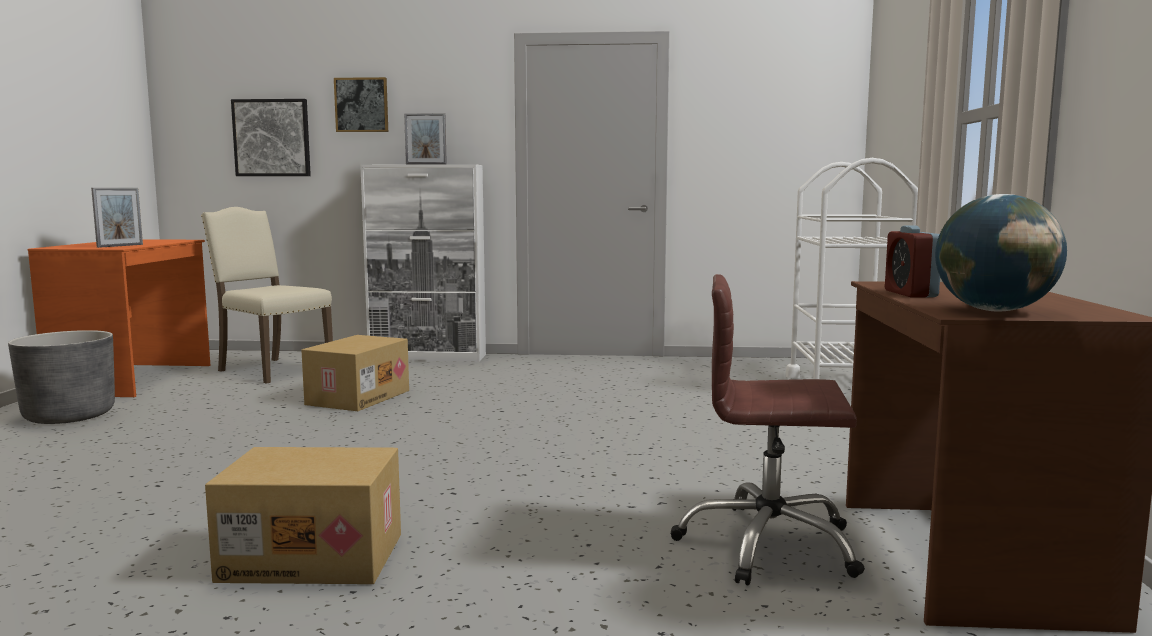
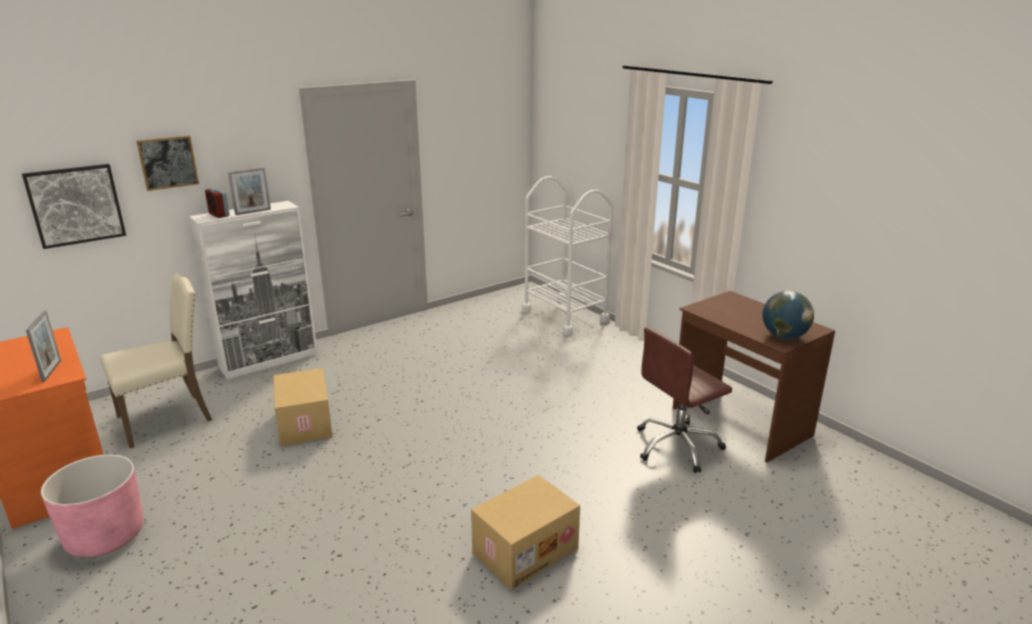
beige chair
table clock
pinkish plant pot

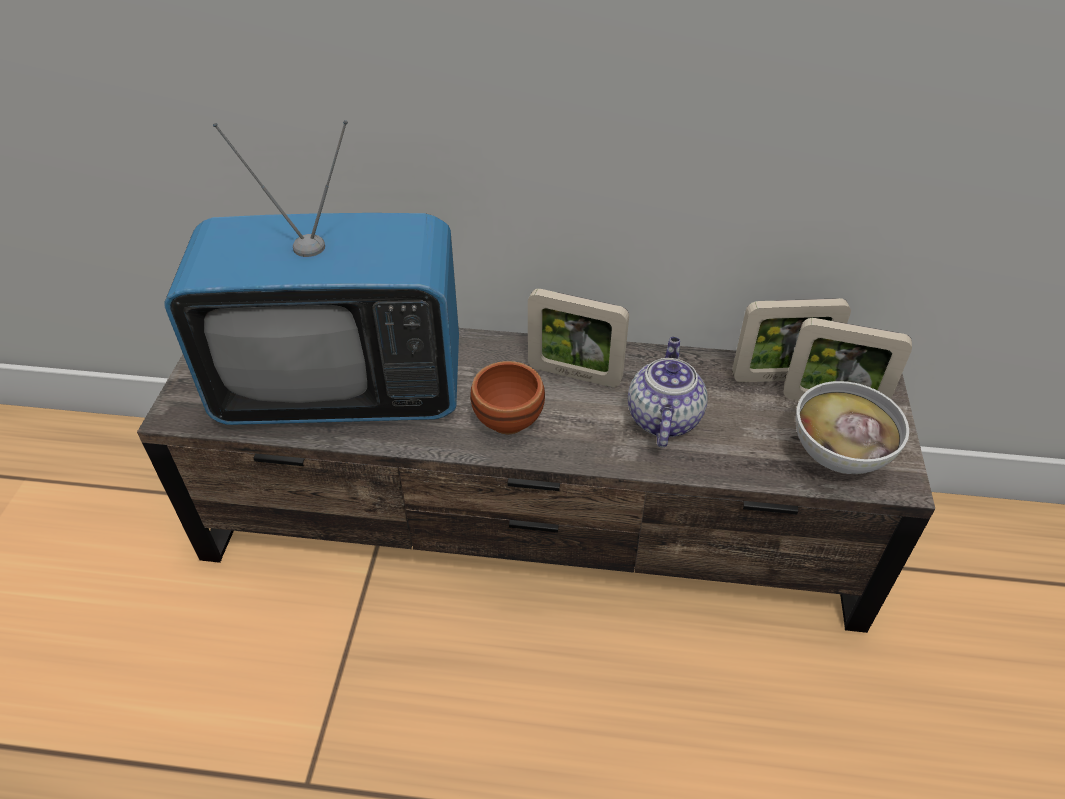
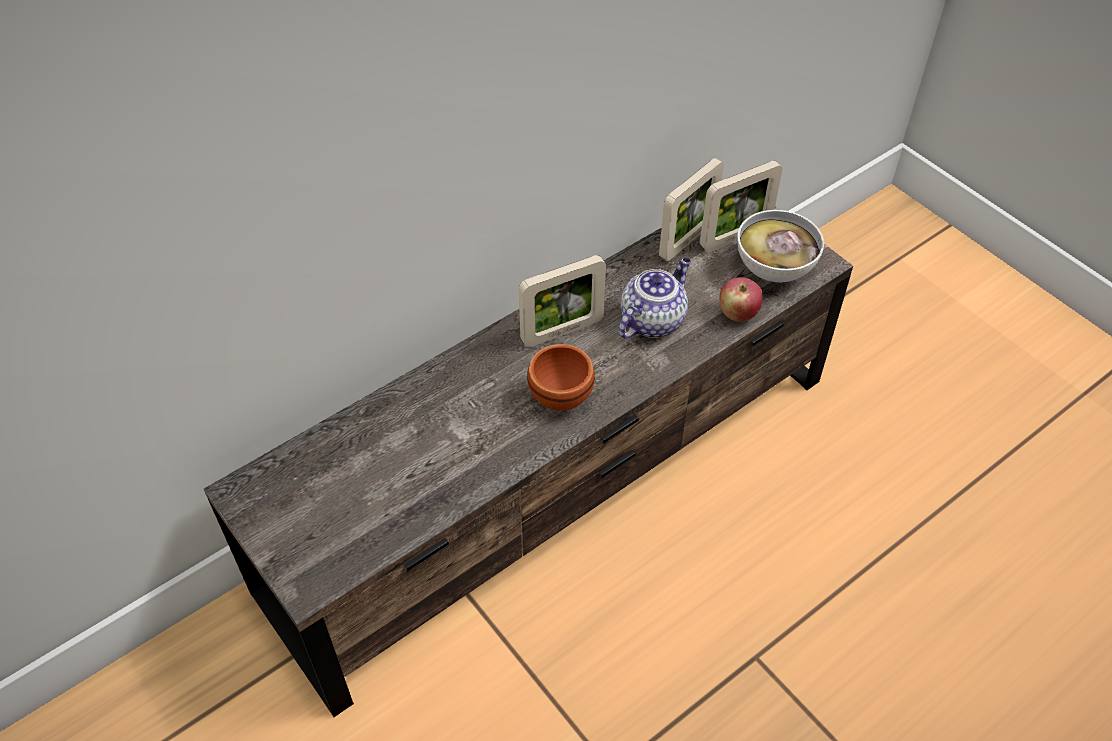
TV set
pot for tea
whole apple

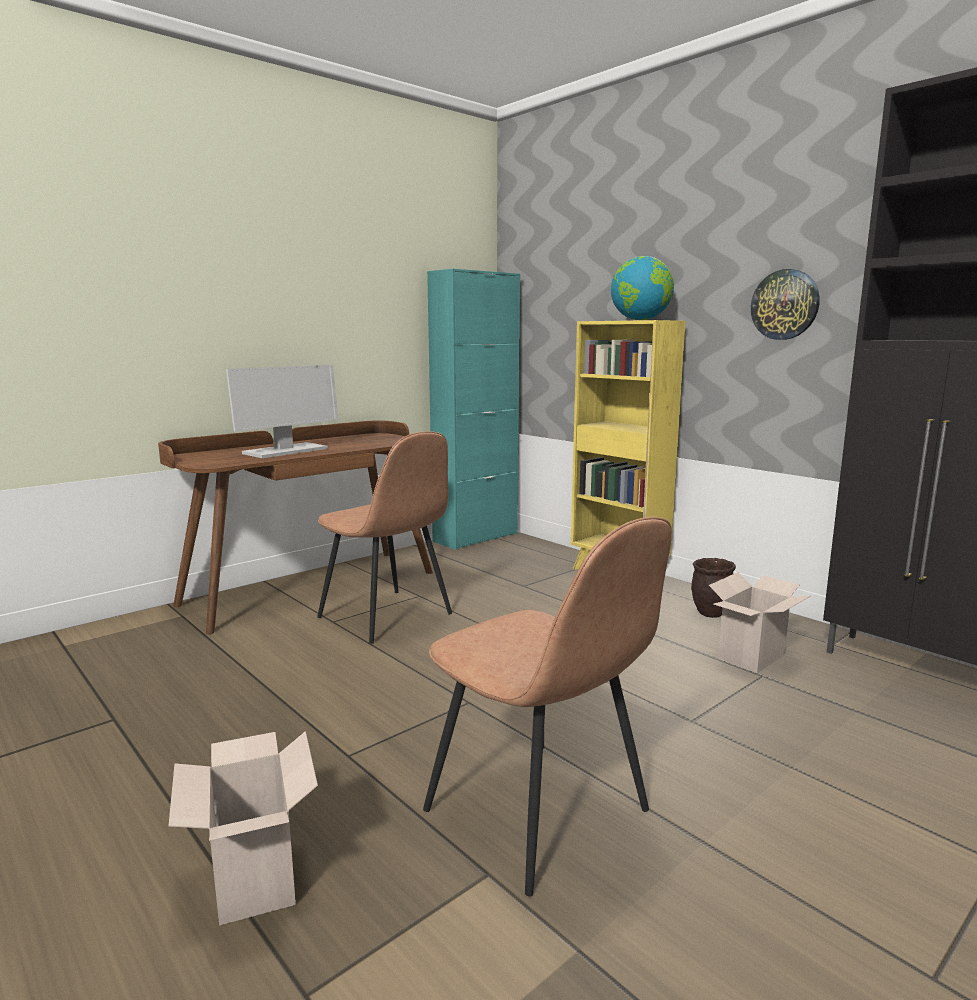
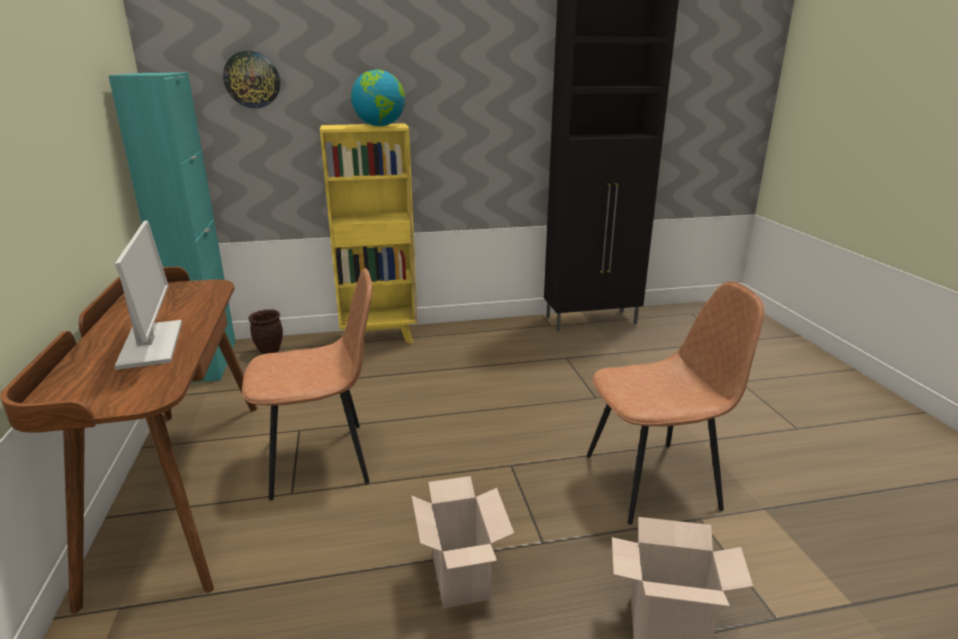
wall clock
brownish plant pot
cardboard box (1st from left)

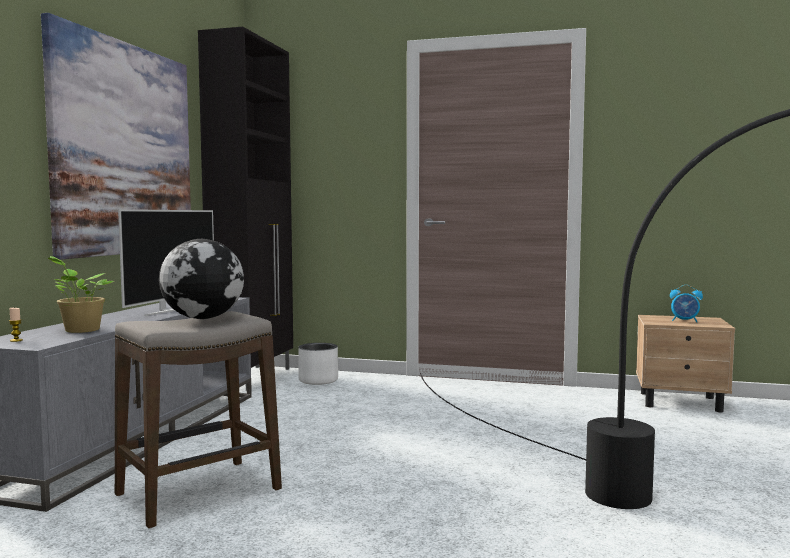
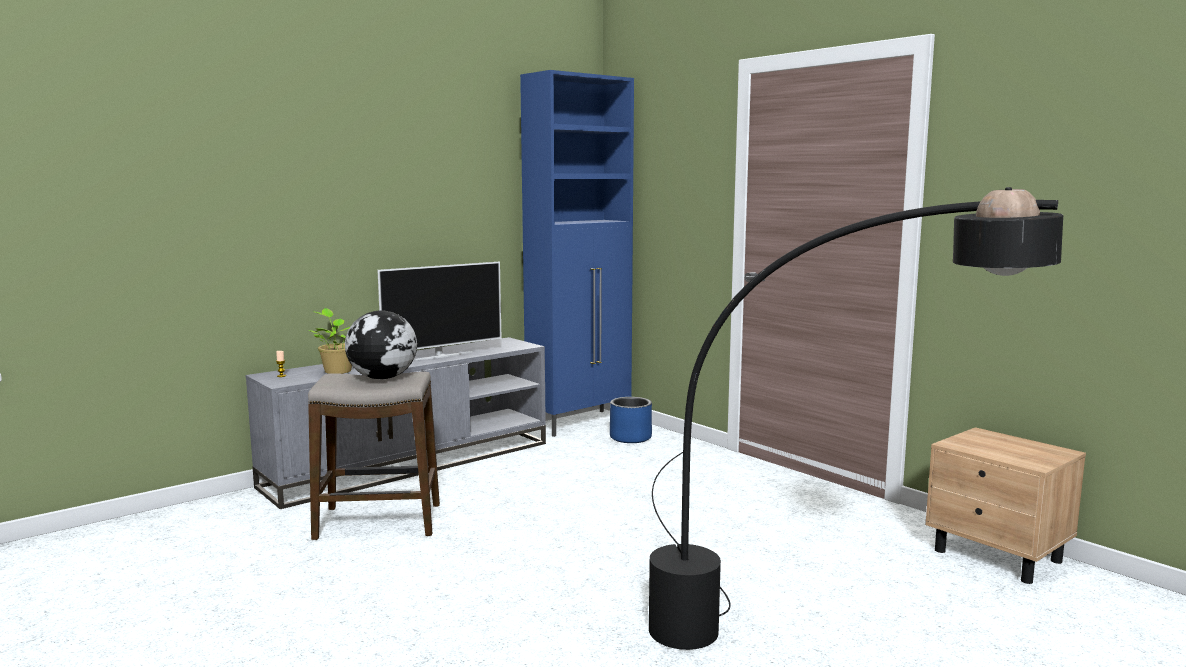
wall art
blue cupboard
table clock
blue plant pot

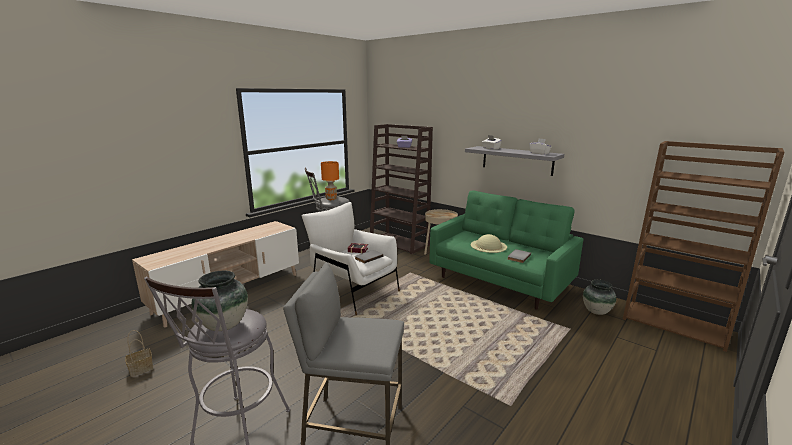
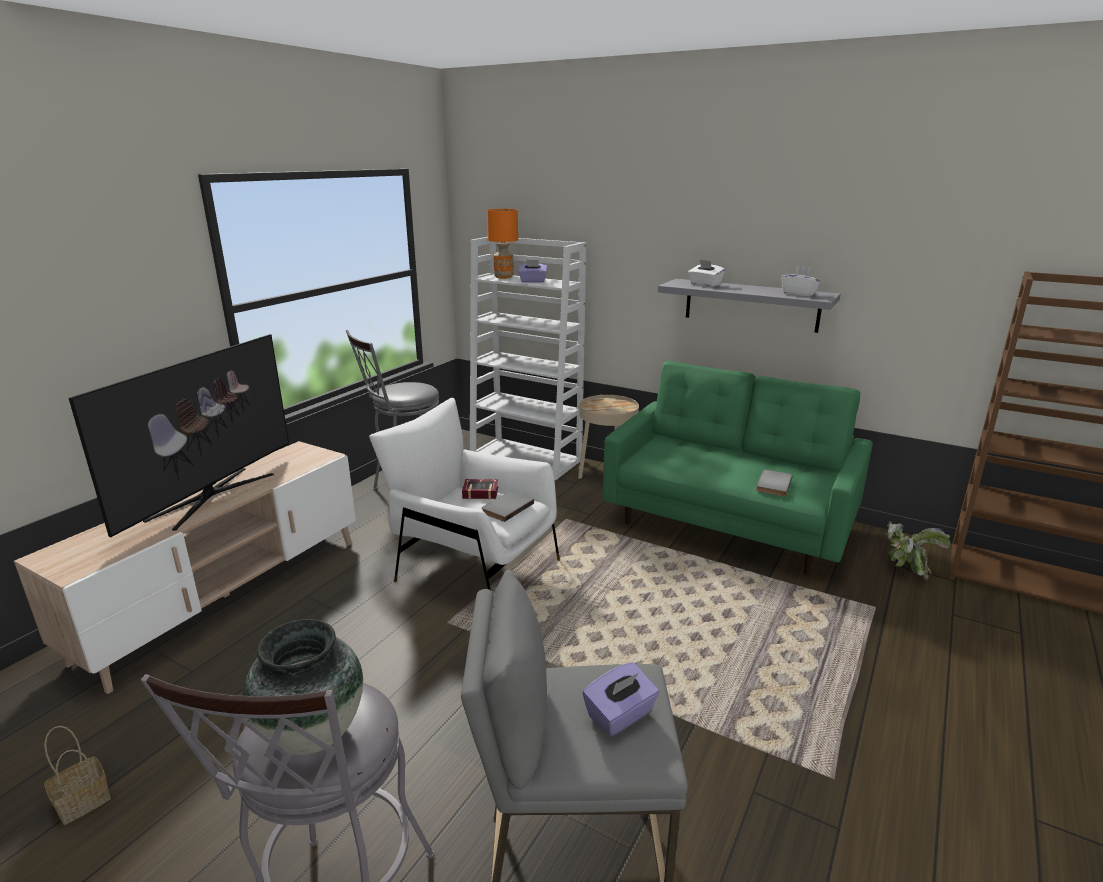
white-coloured bookcase
orange lamp for a table
beige hat
houseplant
TV set
purple box of tissues (2nd from left)

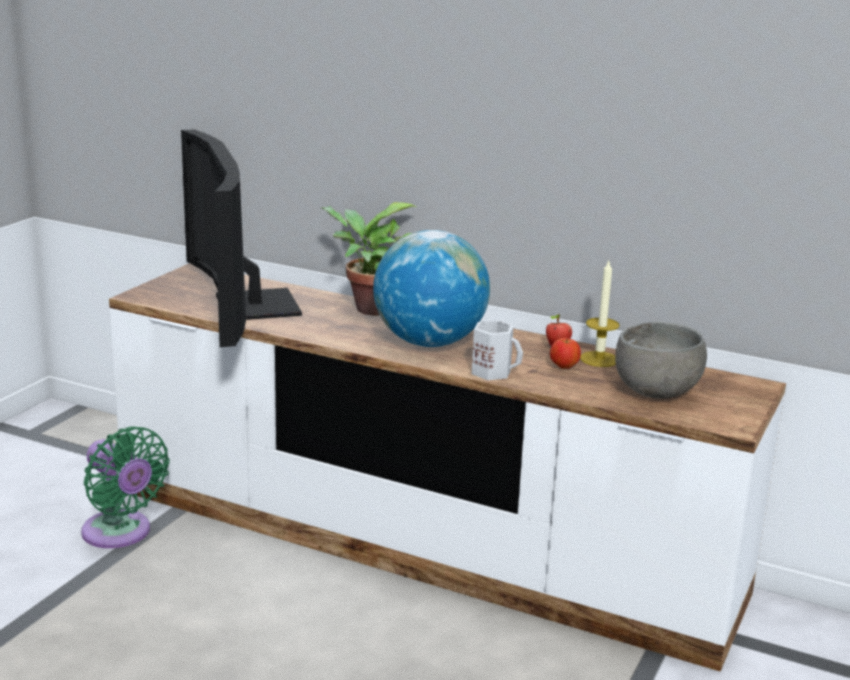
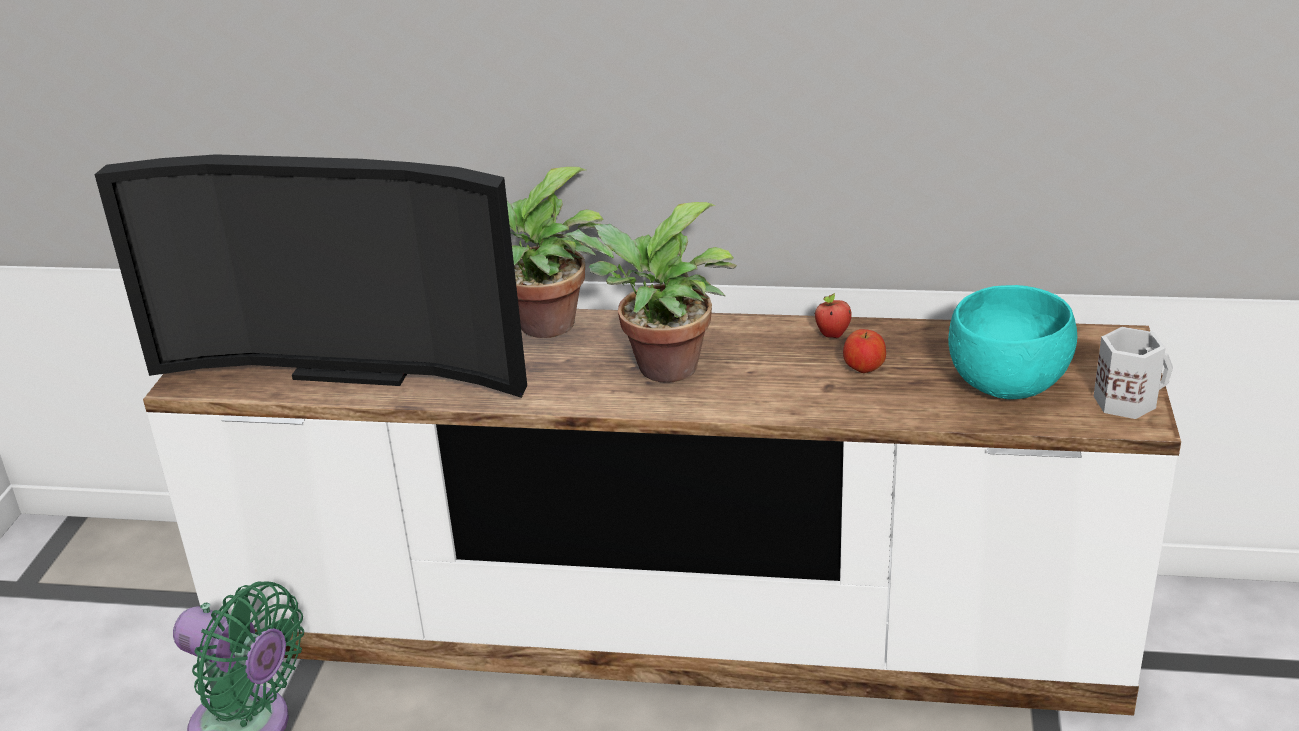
TV set
houseplant (2nd from left)
wax light
white-coloured mug
turquoise-coloured serving bowl

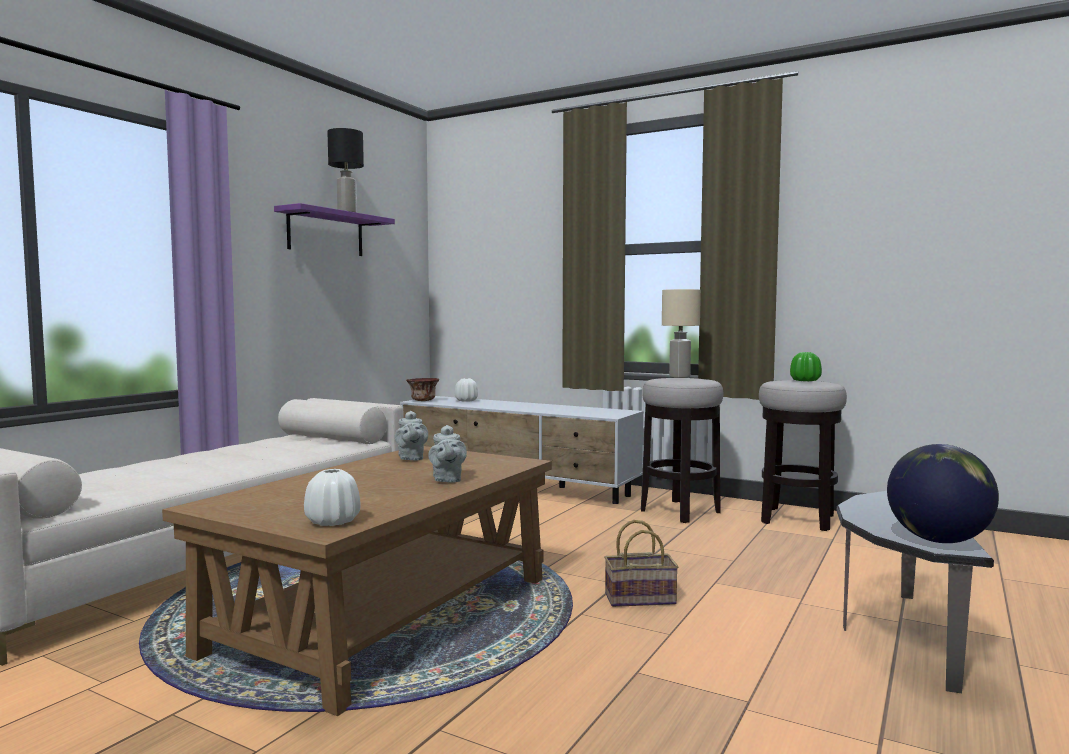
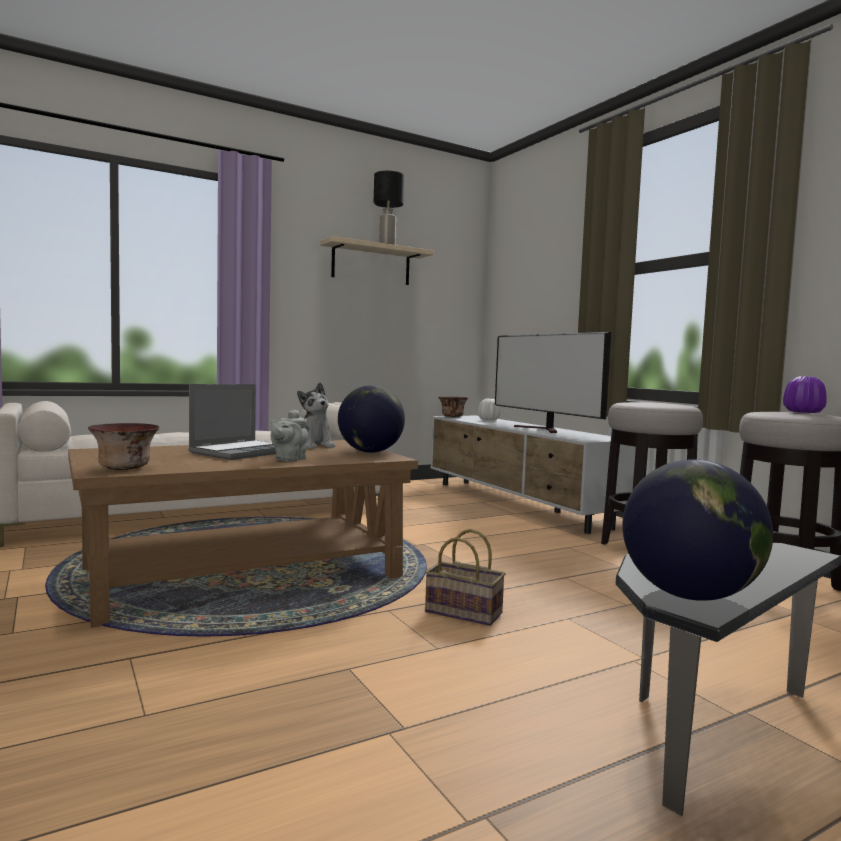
beige bracket shelf
beige lamp for a table
purple flower vase
plush toy
serving bowl (1st from left)
TV set
notebook computer
world globe (1st from left)

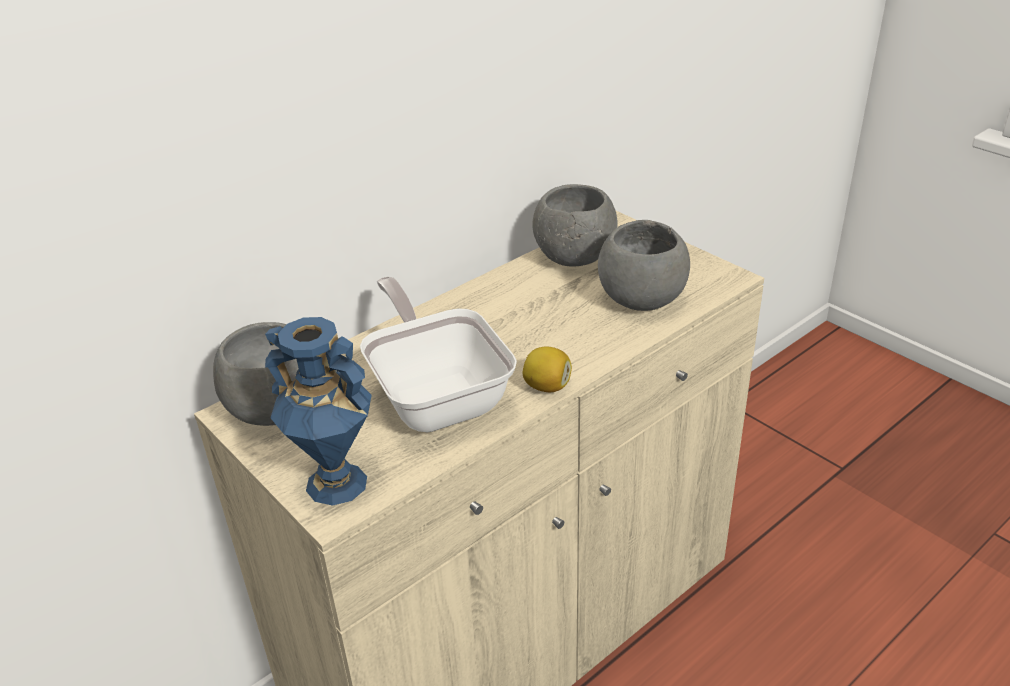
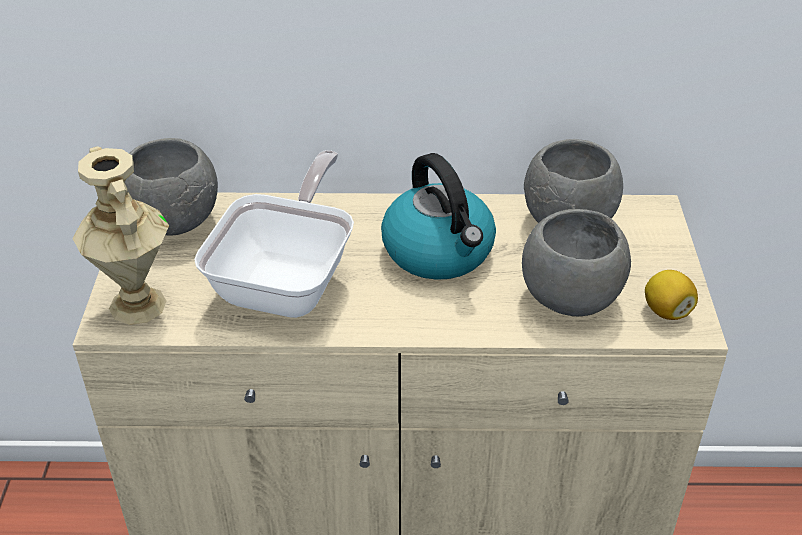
beige flower vase
whole lemon
tea kettle

